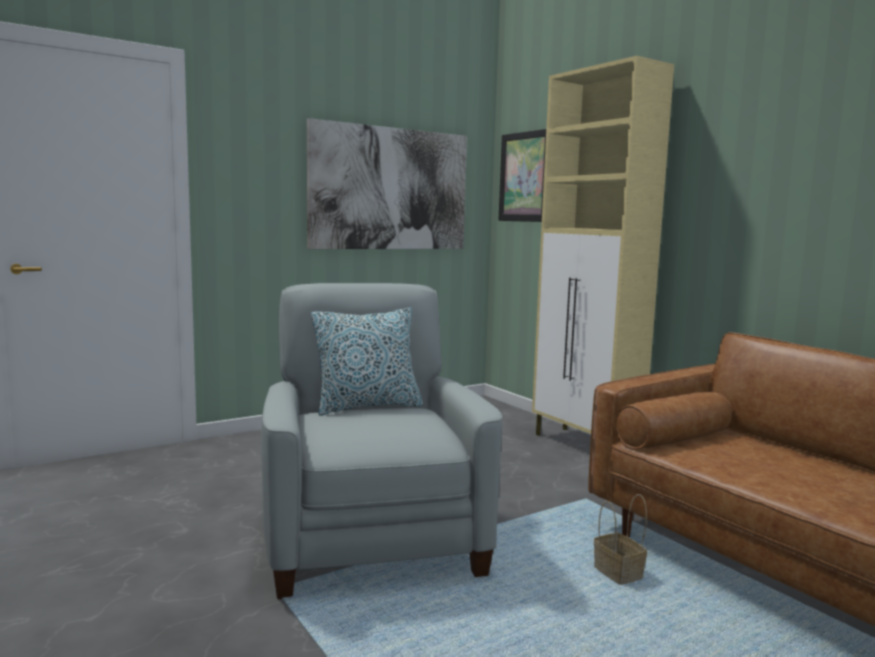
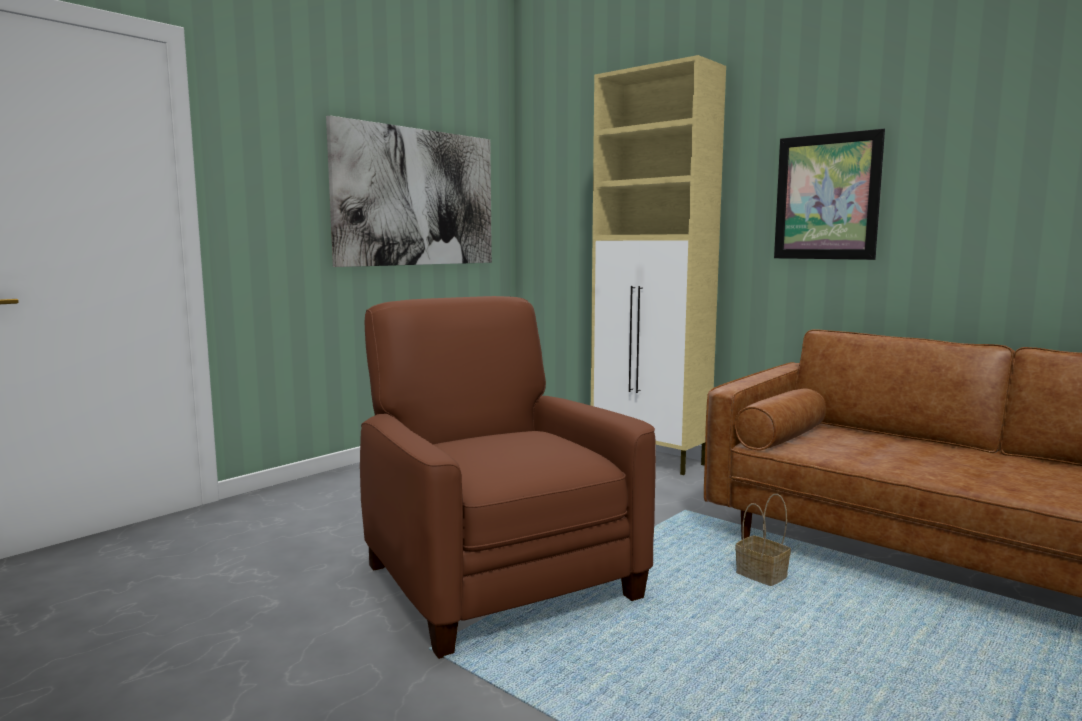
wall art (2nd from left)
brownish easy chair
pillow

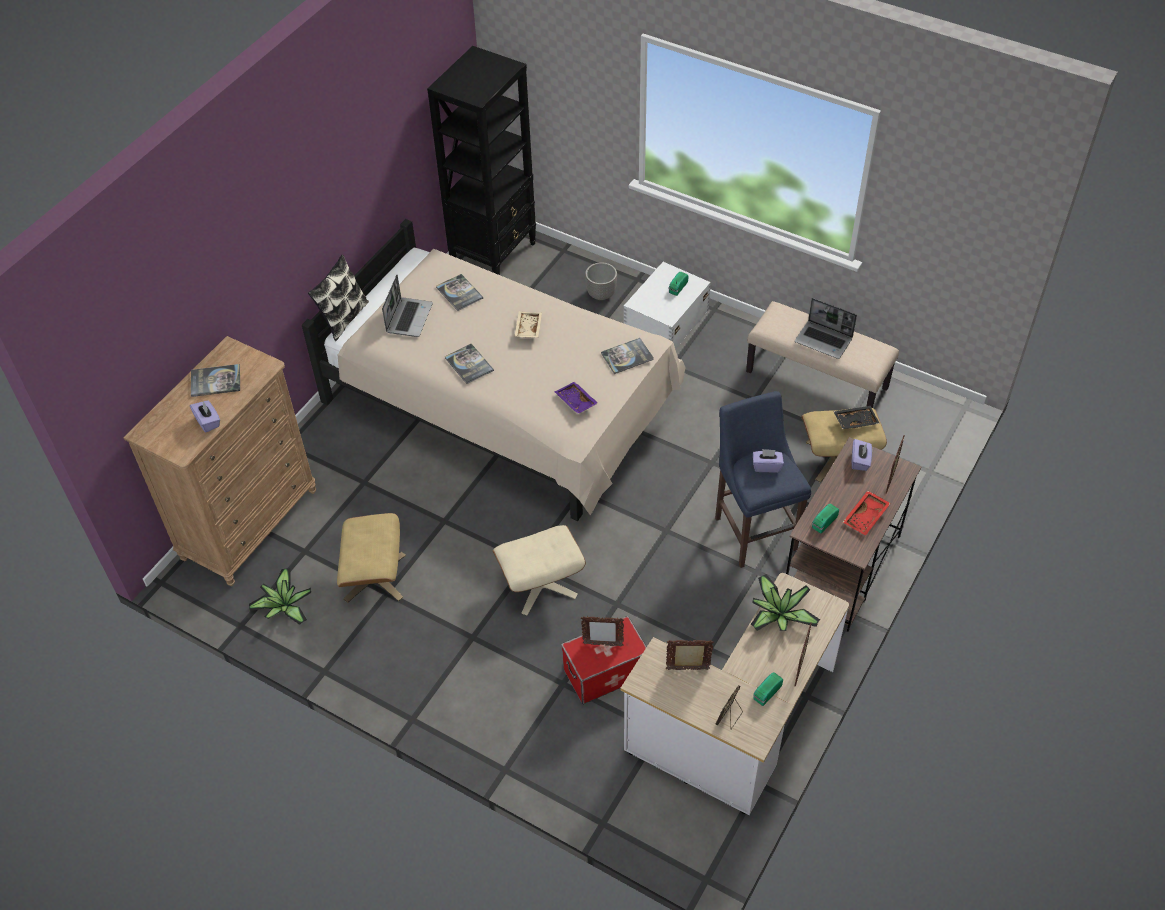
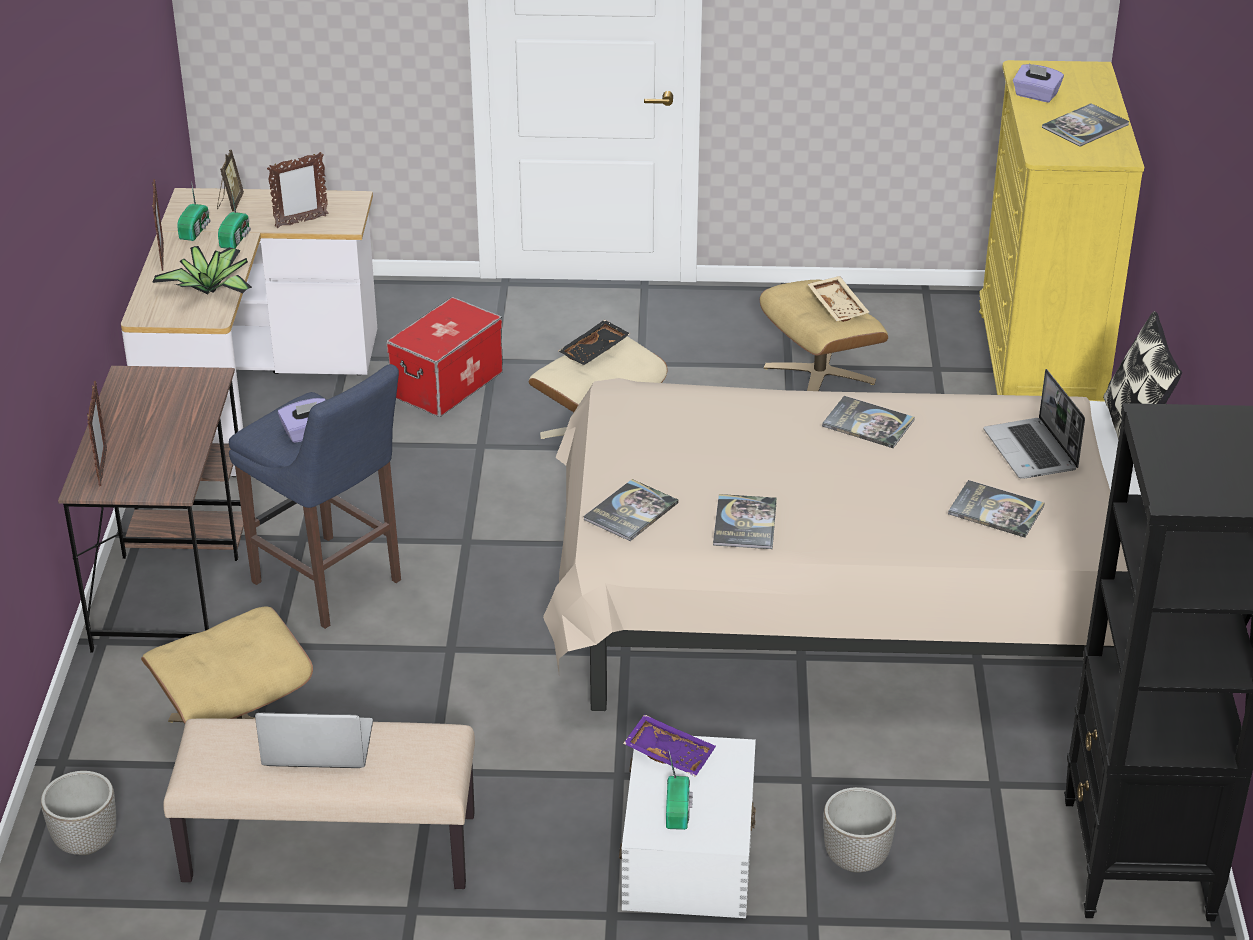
beige carrying tray
yellowish chest of drawers
purple carrying tray
blackish carrying tray
purple box of tissues (3rd from left in the first image)
reddish carrying tray
radio set (2nd from left)
houseplant (1st from left in the first image)
picture frame (1st from left in the first image)
bound book (2nd from left)
plant pot (1st from left)

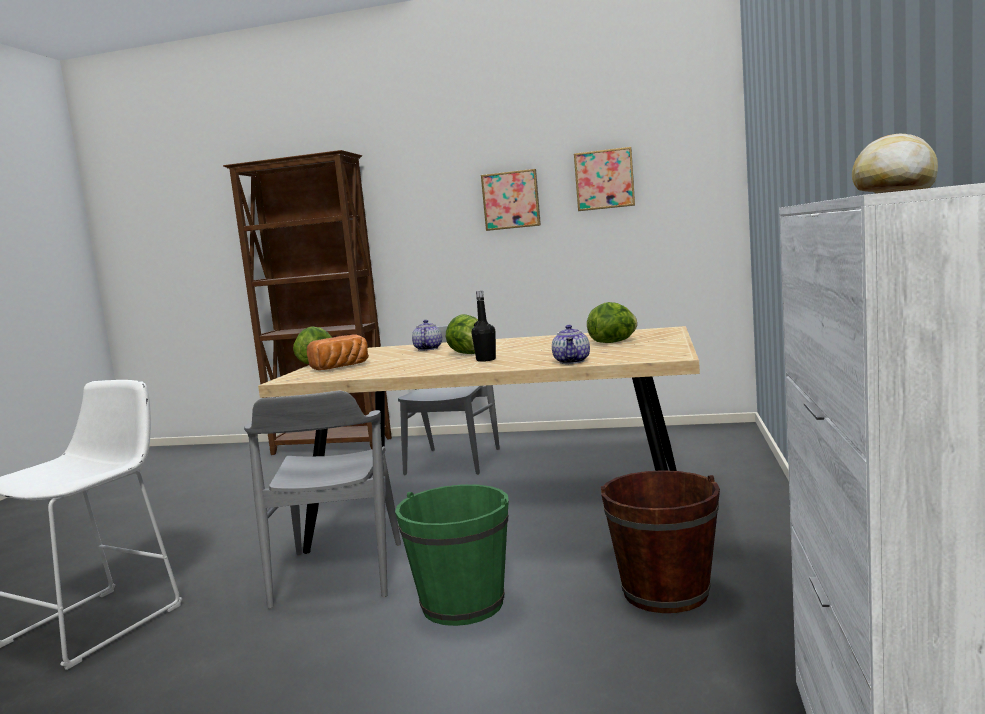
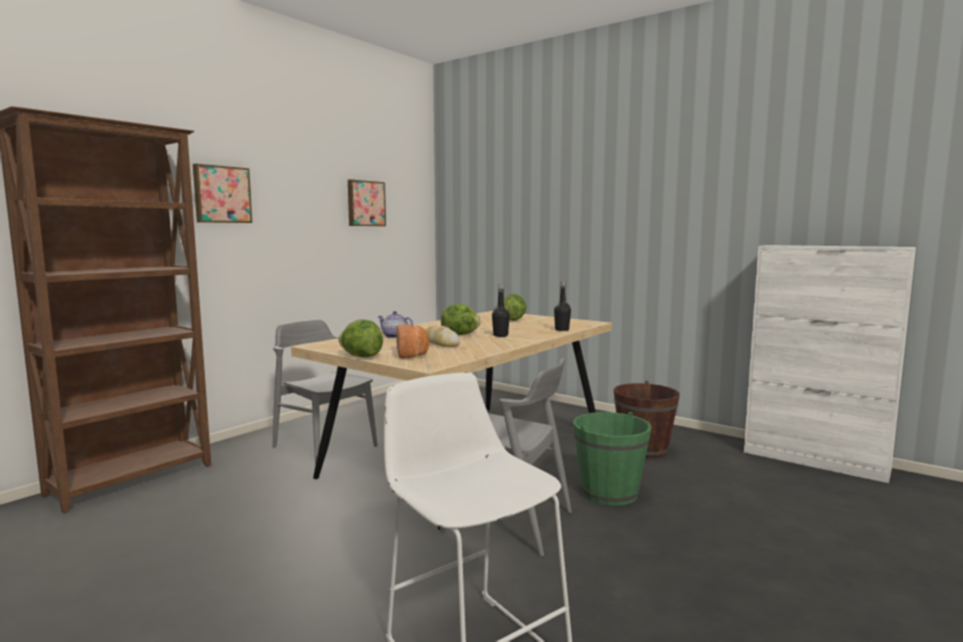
bakery bread (2nd from left)
wall art (1st from left)
blackish bottle (2nd from left)

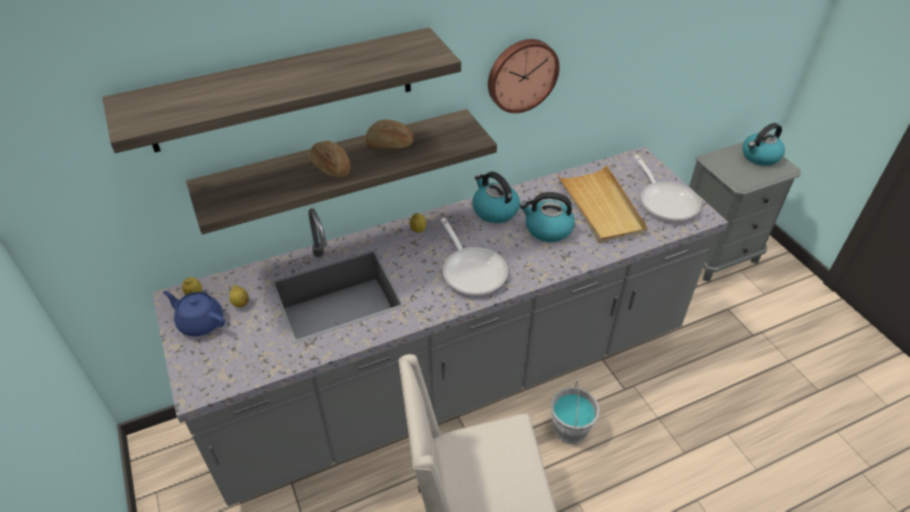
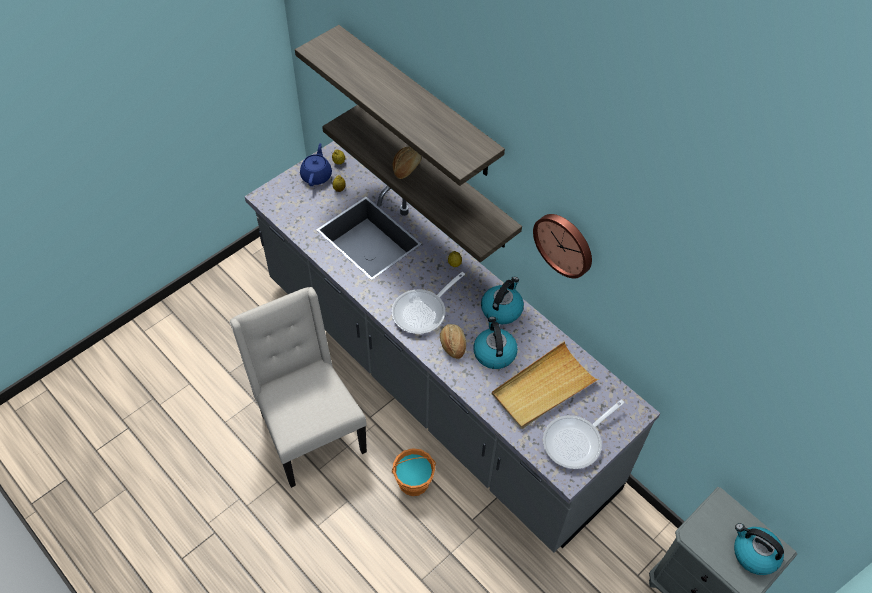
bakery bread (2nd from left)
orange water bucket

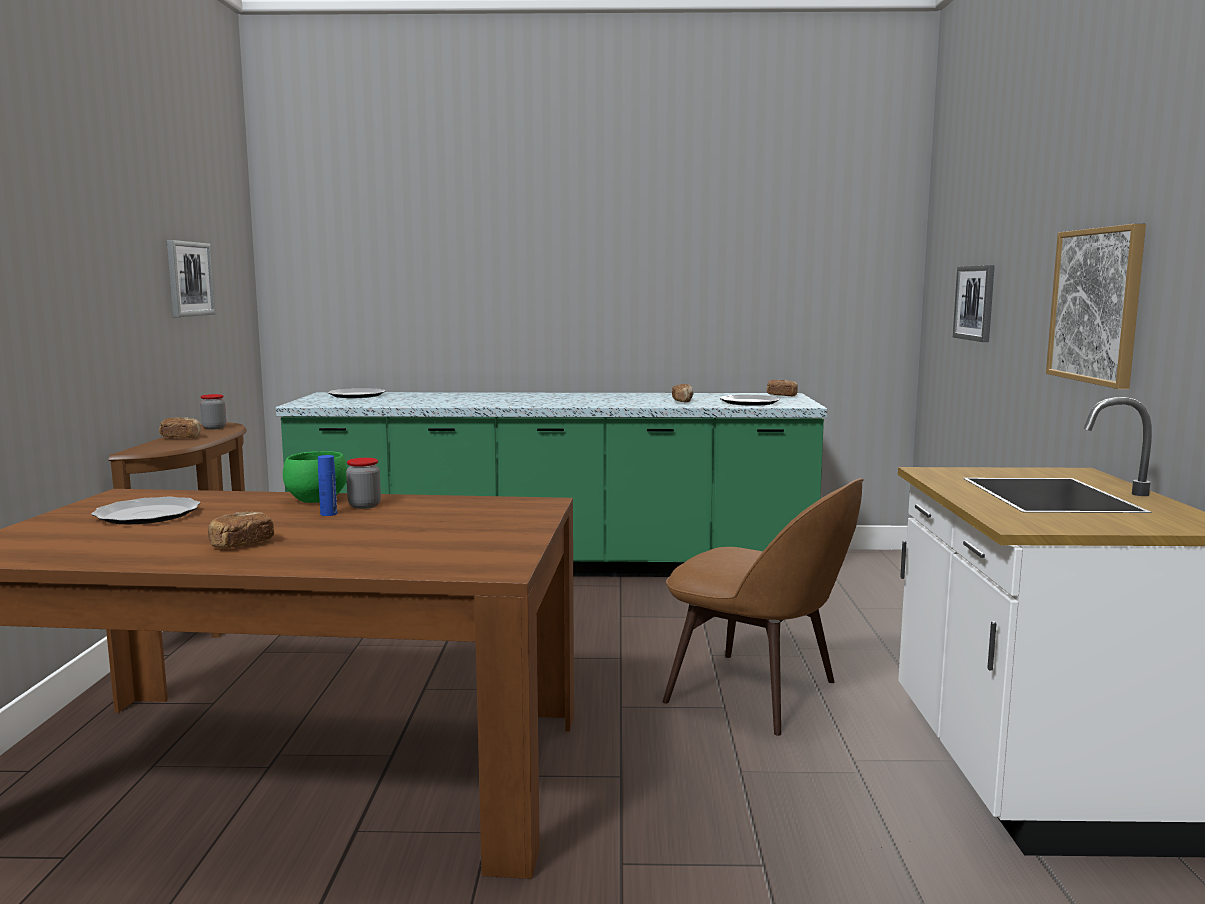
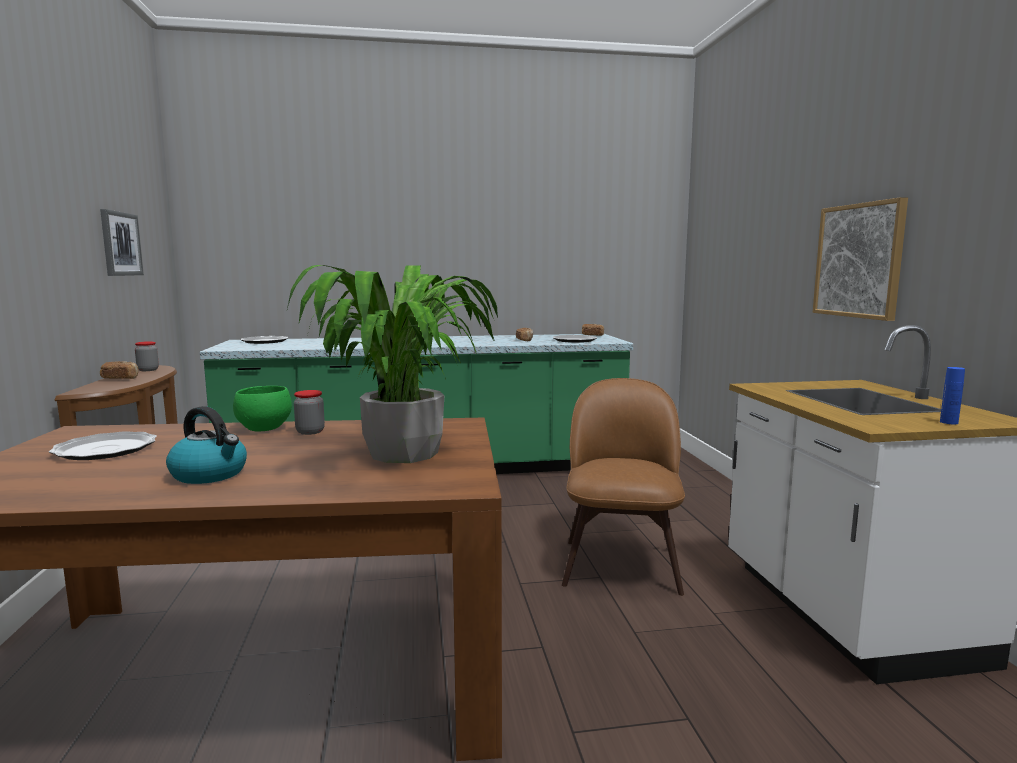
wall art (2nd from left in the first image)
blue bottle
brownish chair
tea kettle
houseplant

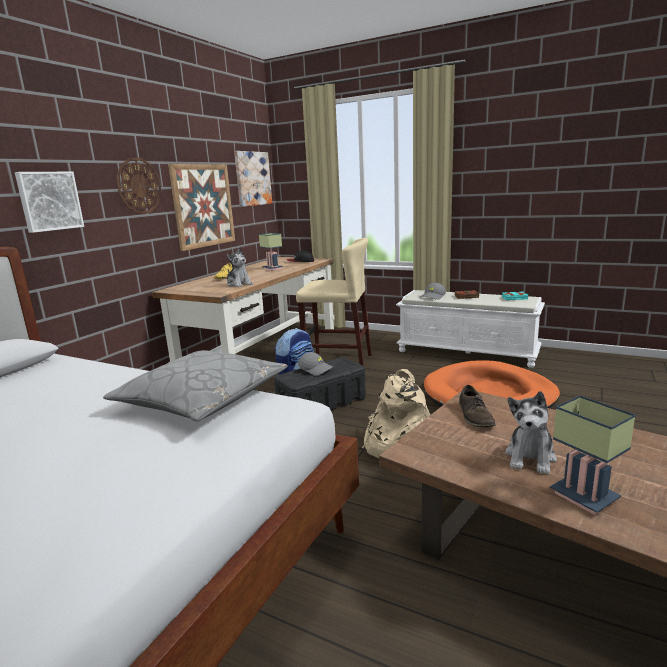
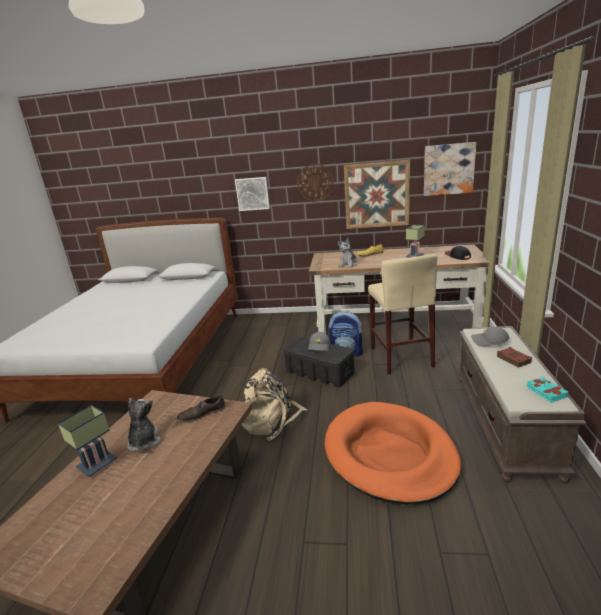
brownish long seat
grey pillow
plush toy (1st from left)

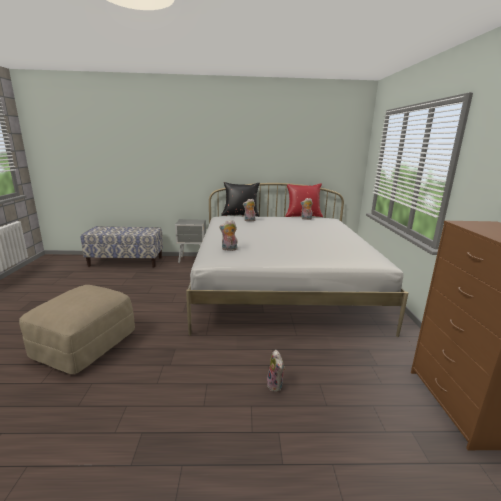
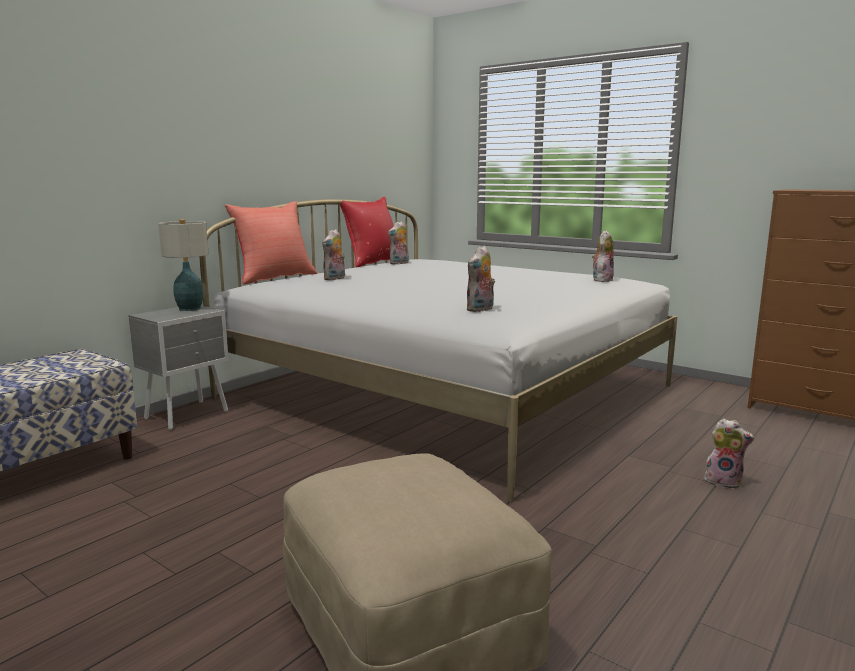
reddish pillow (1st from left)
lamp for a table
plush toy (4th from left)

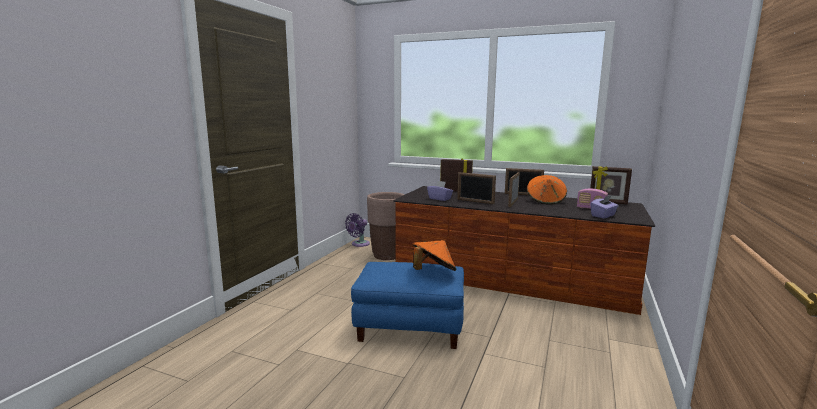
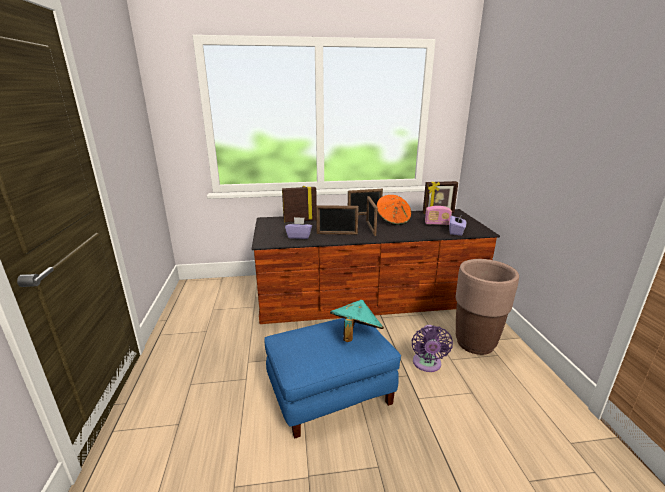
brownish plant pot
purple cooling fan
turquoise-coloured hat

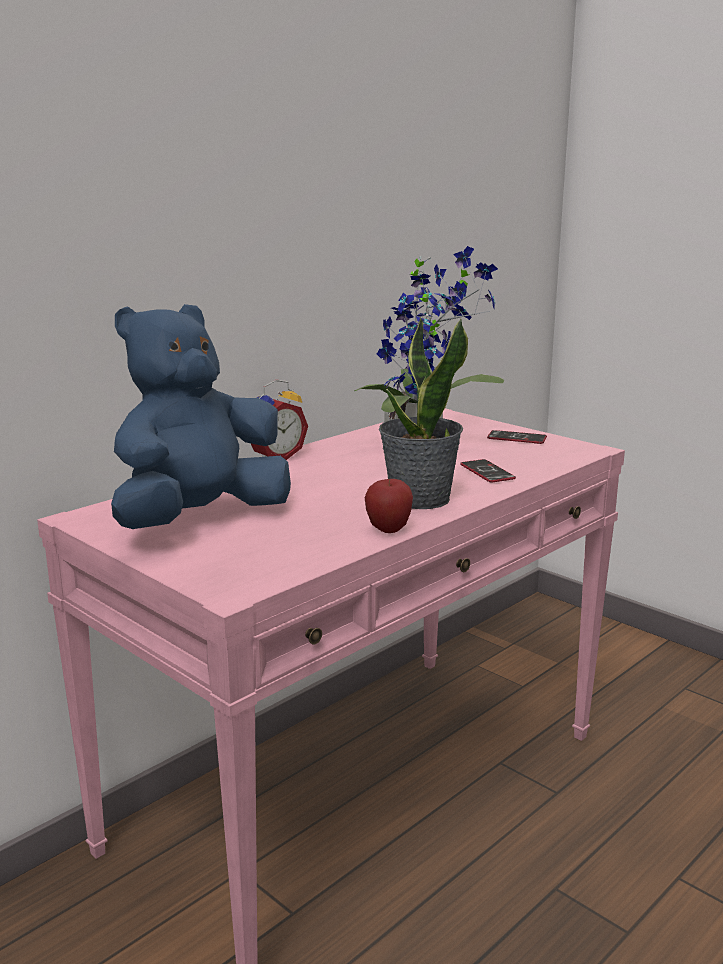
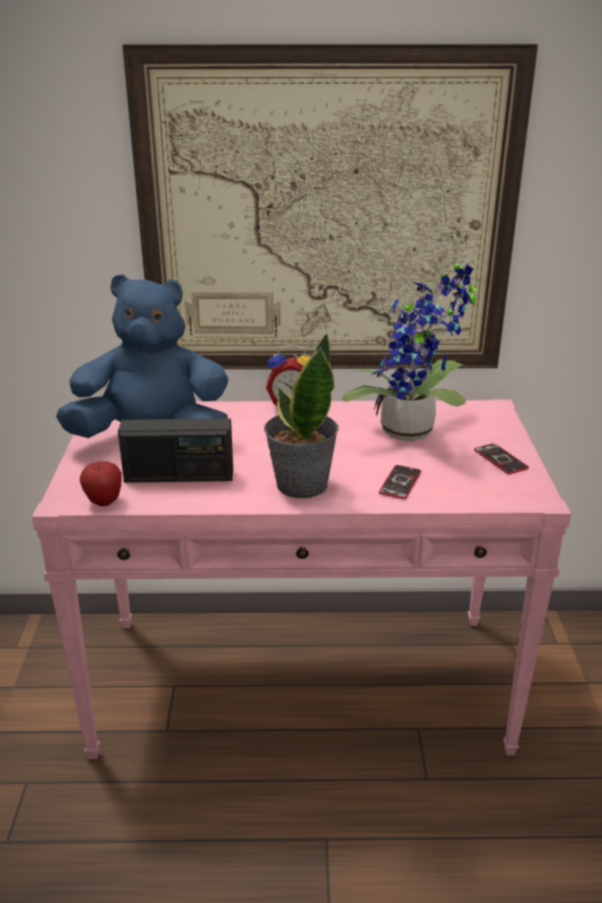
whole apple
wall art
radio set

